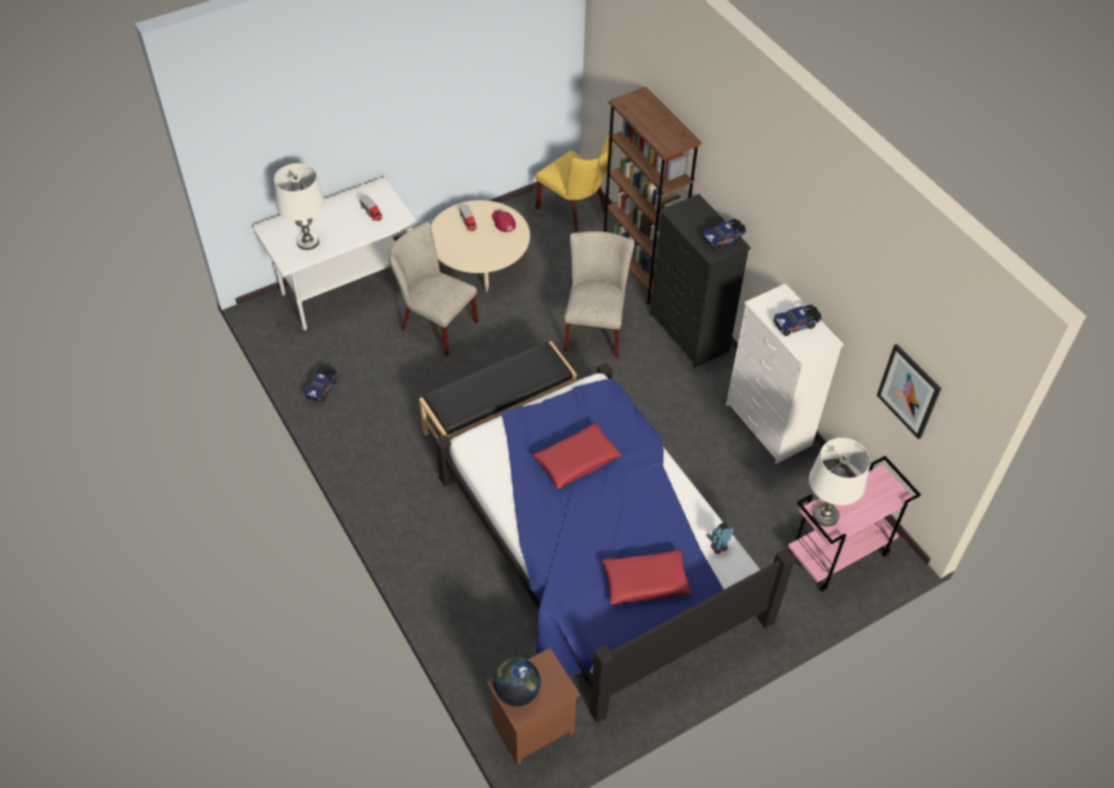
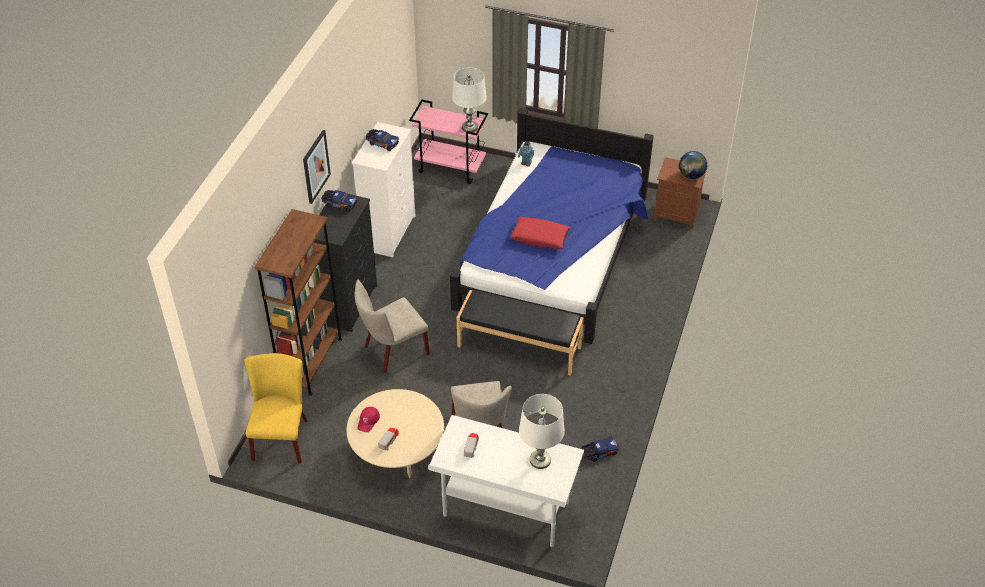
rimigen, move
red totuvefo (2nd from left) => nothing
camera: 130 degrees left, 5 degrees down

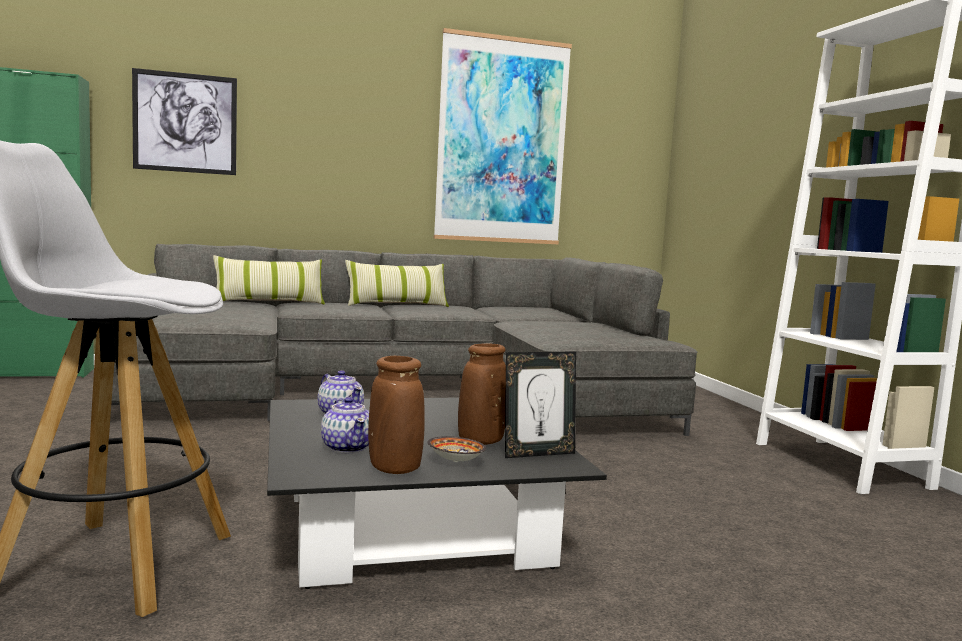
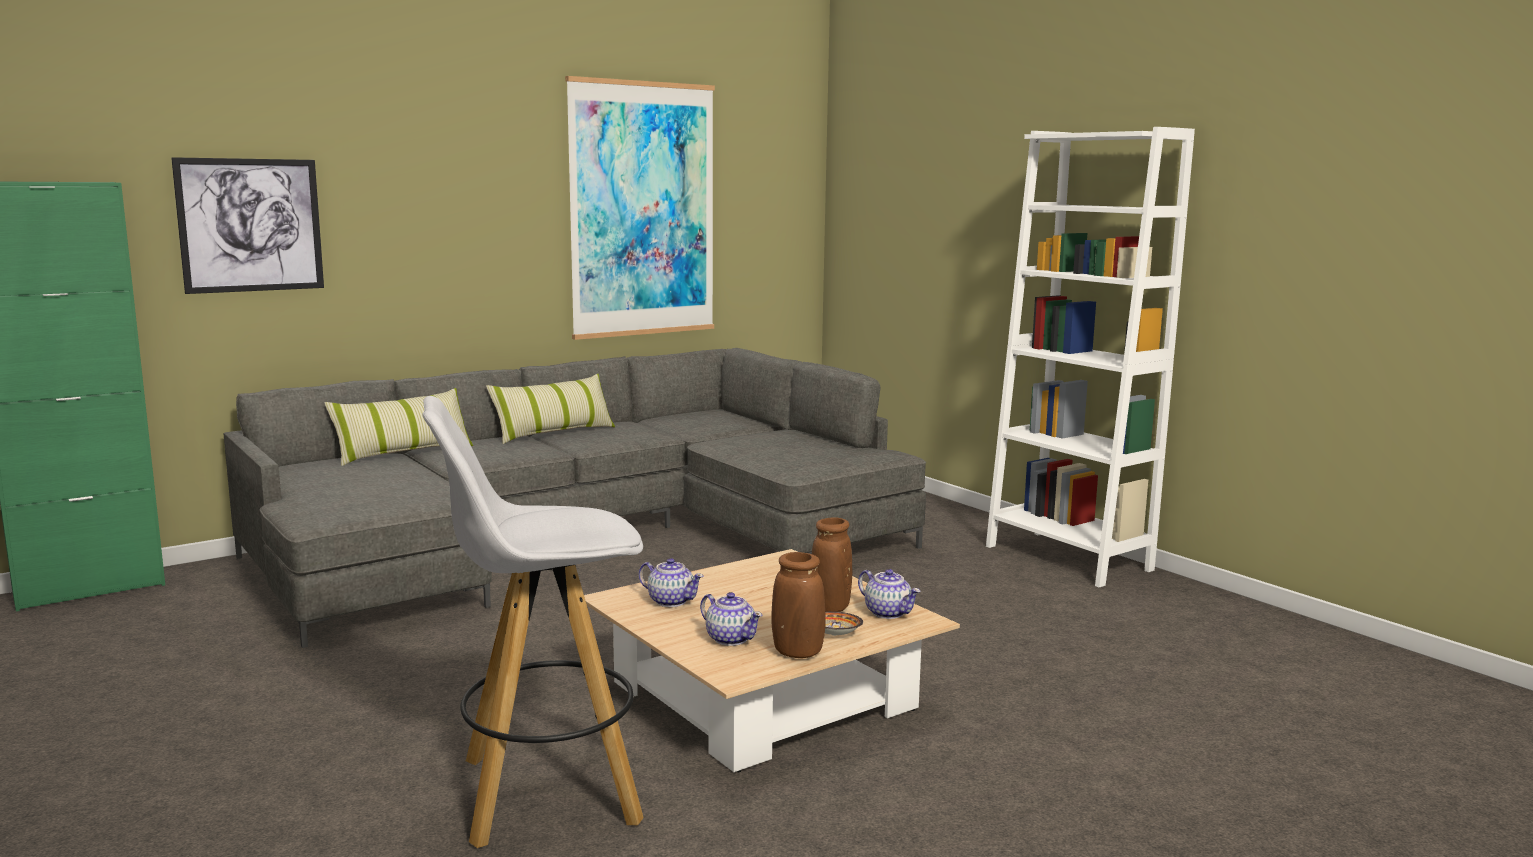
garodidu => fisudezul (3rd from left)
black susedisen => beige susedisen
camera: 20 degrees left, 5 degrees up

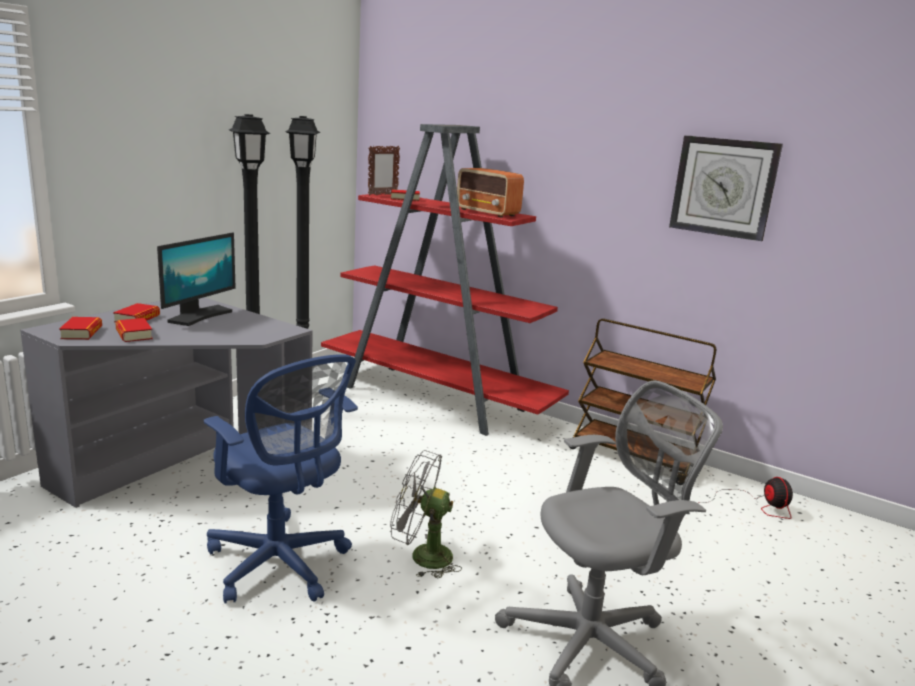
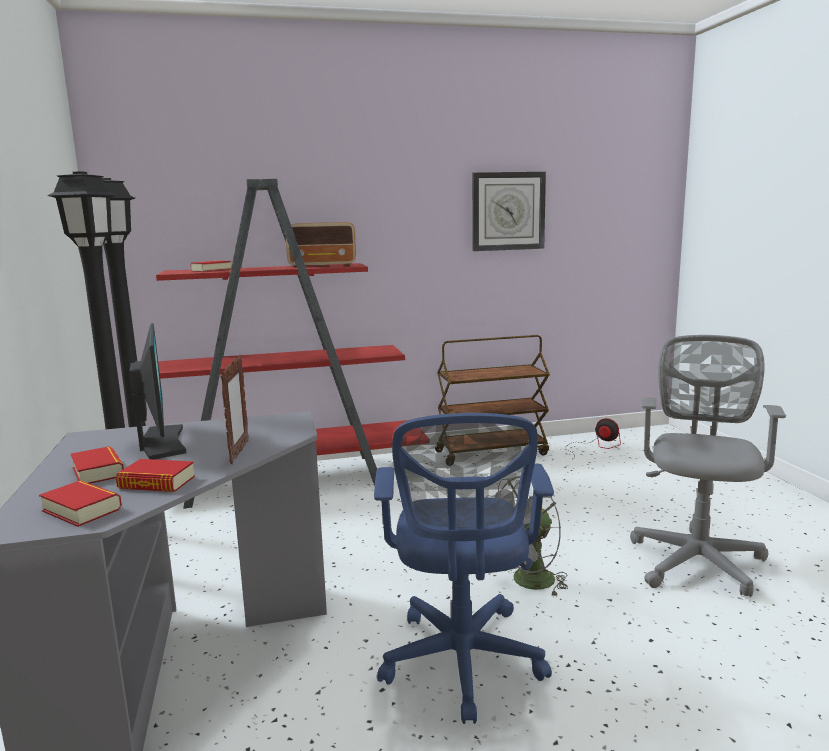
garodidu, move
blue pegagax, 90 degrees clockwise
camera: 45 degrees left, 5 degrees down

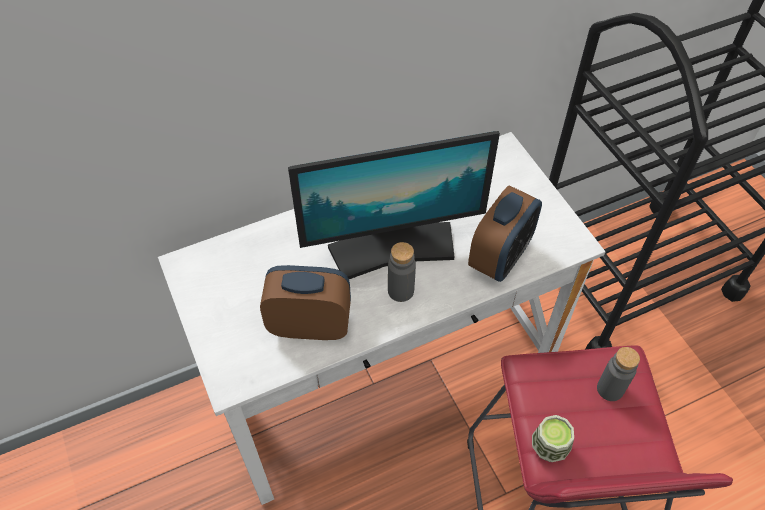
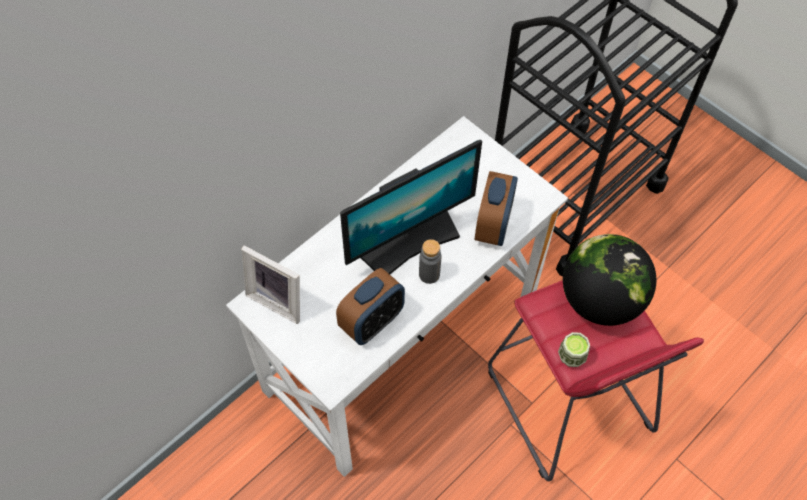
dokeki (1st from left), 150 degrees clockwise
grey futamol (2nd from left) => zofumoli
nothing => garodidu
camera: 20 degrees left, 5 degrees up

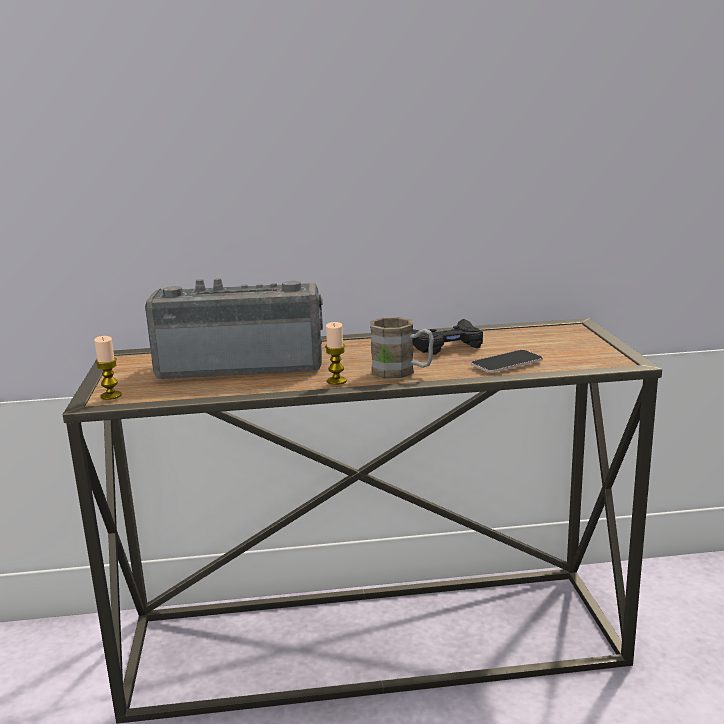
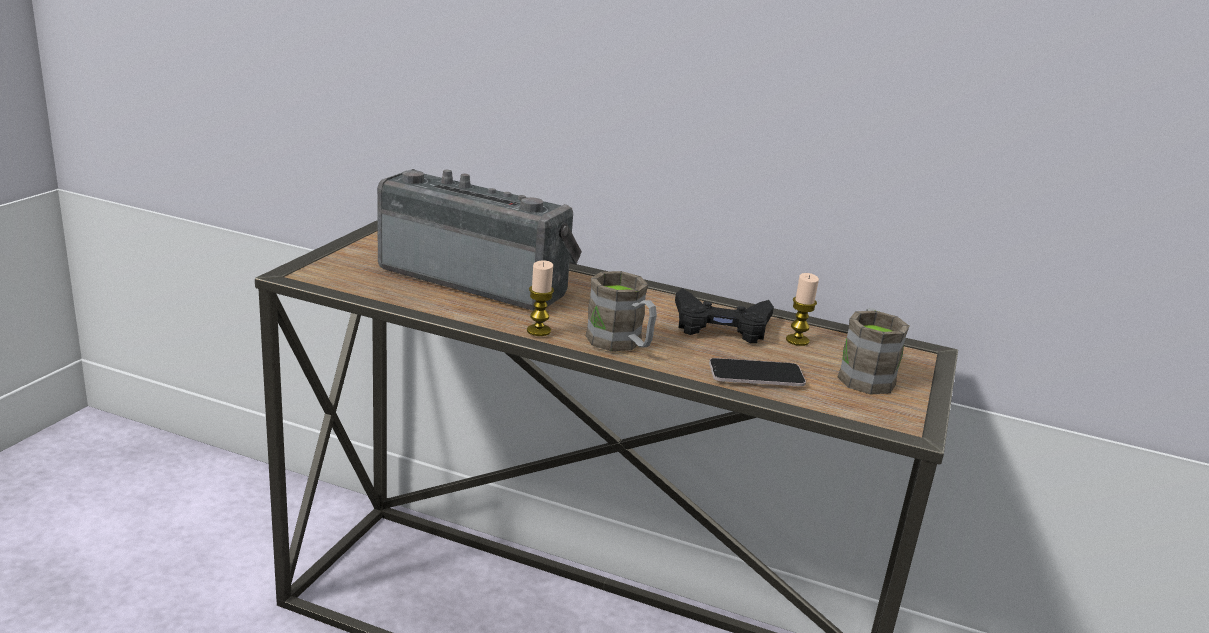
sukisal (1st from left in the first image) => sukisal (2nd from left), move
nothing => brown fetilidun (2nd from left)
camera: 25 degrees right, 5 degrees up

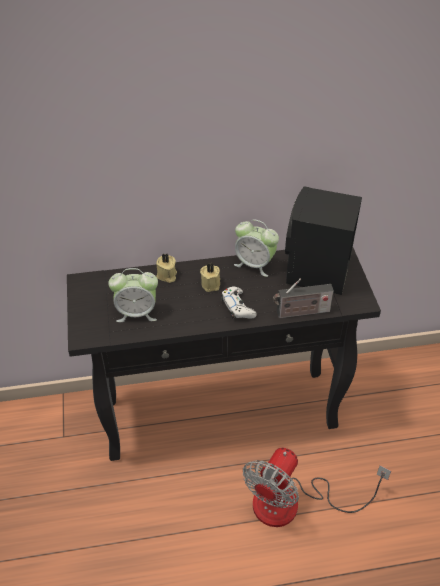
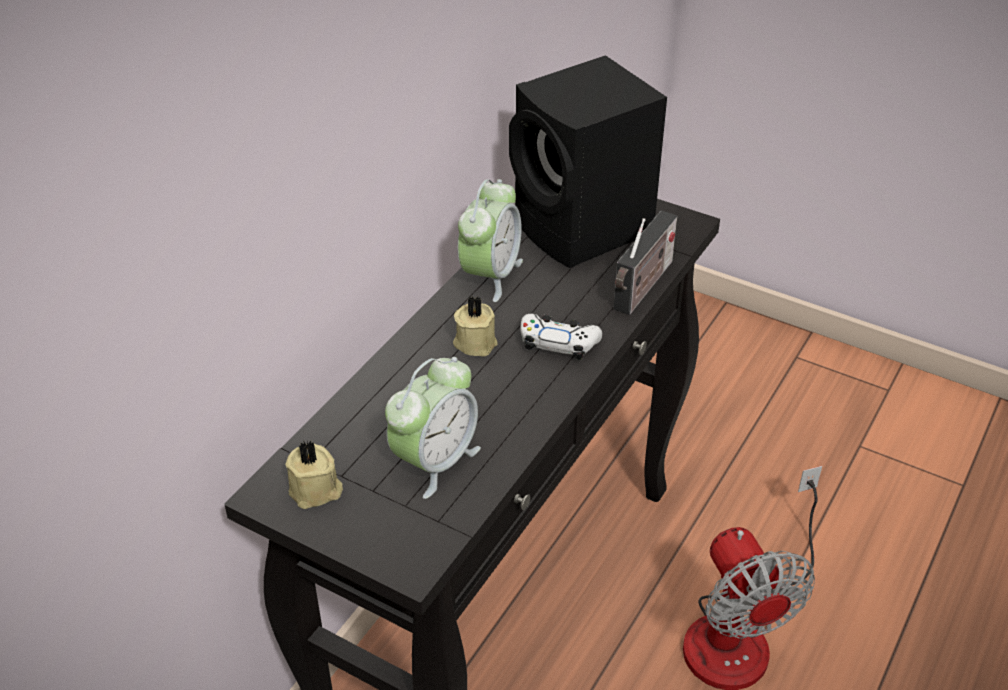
dokeki (2nd from left), 45 degrees counterclockwise
beige sukisal (1st from left), move
camera: 50 degrees left, 5 degrees down

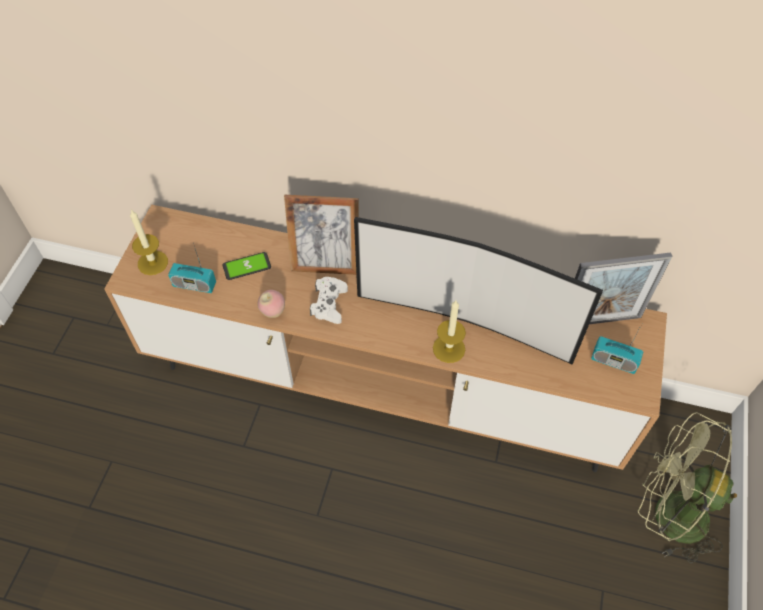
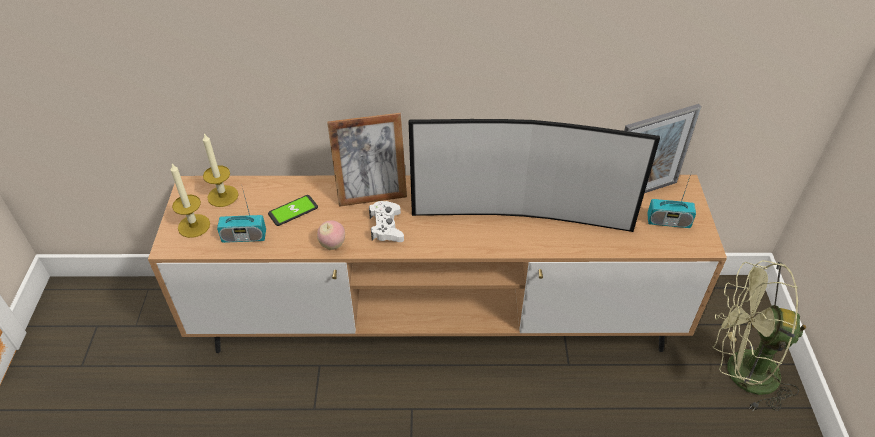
sukisal (2nd from left), move
camera: 15 degrees left, 10 degrees down

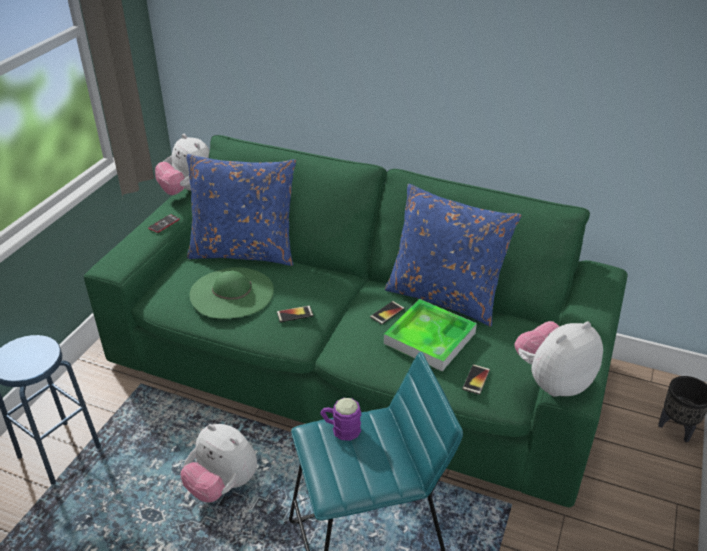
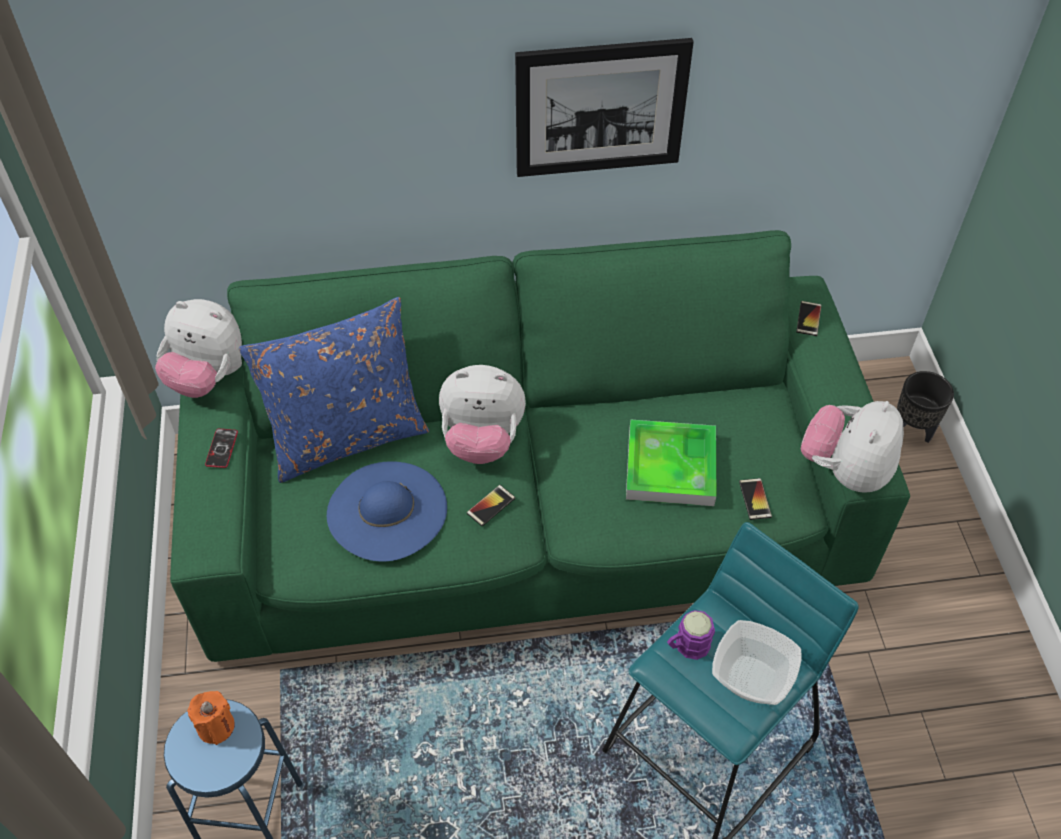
blue totuvefo (2nd from left) => nothing
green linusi => blue linusi
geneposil (3rd from left in the first image) => geneposil (4th from left), move
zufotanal (2nd from left), move
nothing => rimigen
nothing => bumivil
nothing => orange sukisal
camera: 30 degrees left, 15 degrees up

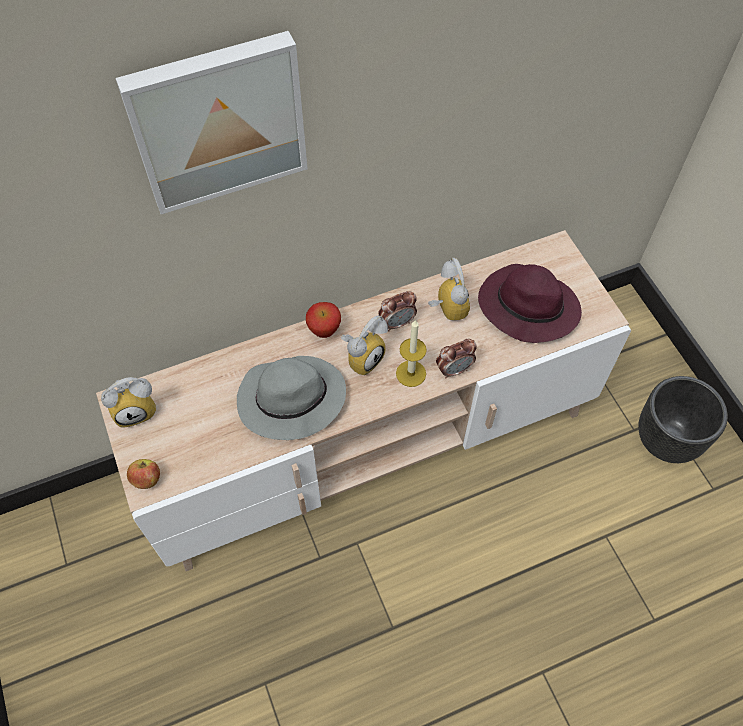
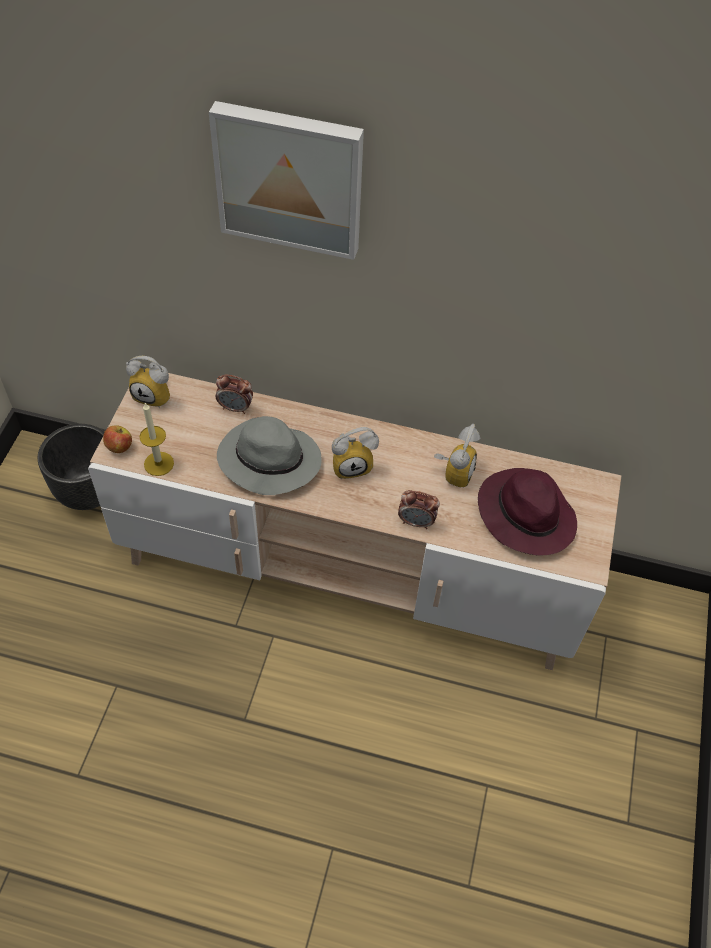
dokeki (3rd from left in the first image) => dokeki (2nd from left), move
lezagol (2nd from left) => nothing
sukisal, move
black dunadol, move
camera: 35 degrees right, 5 degrees down

